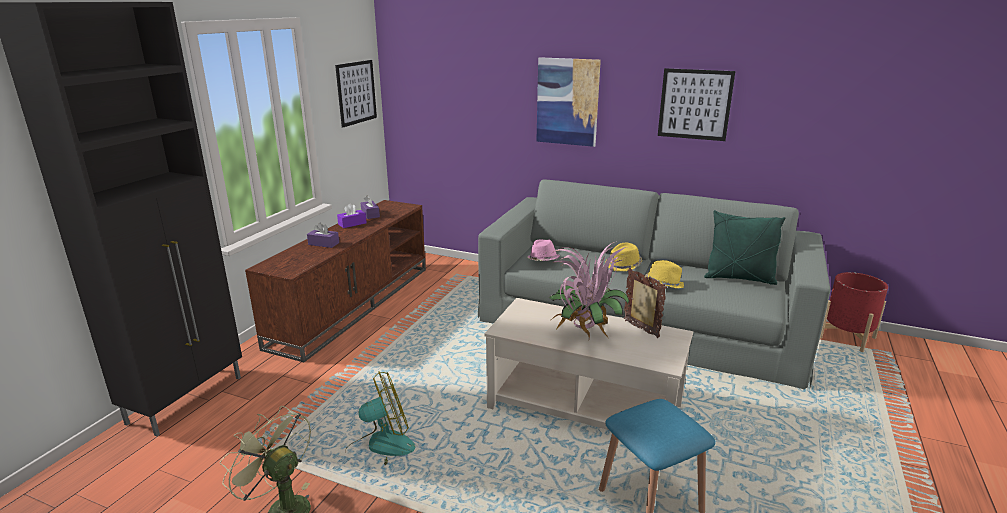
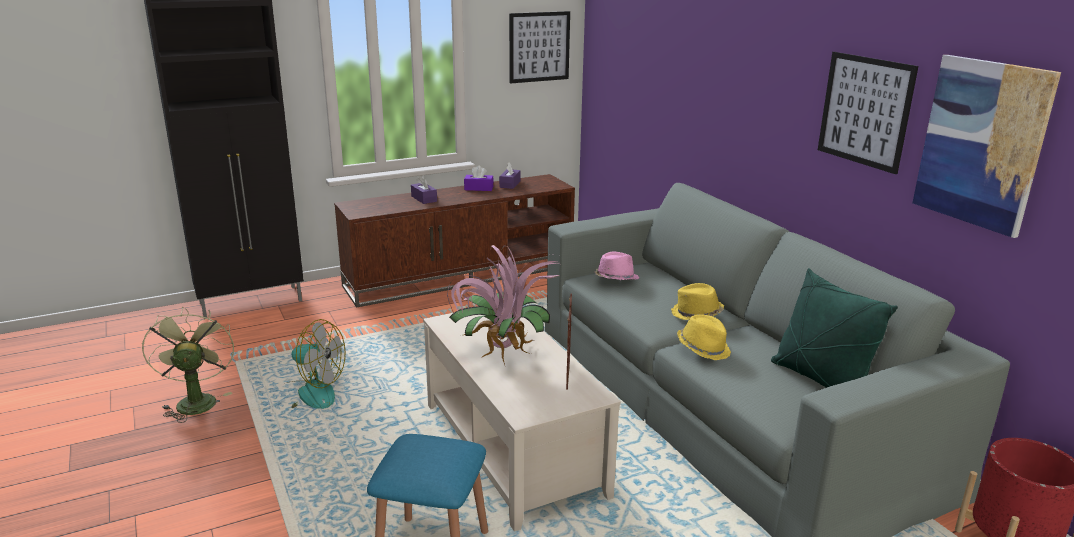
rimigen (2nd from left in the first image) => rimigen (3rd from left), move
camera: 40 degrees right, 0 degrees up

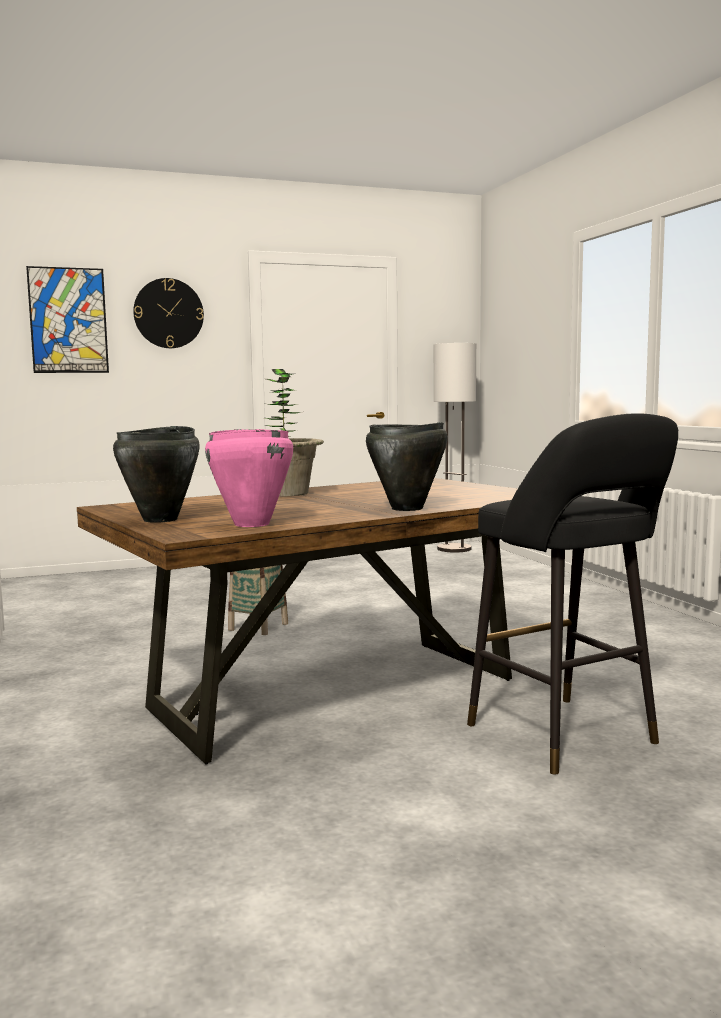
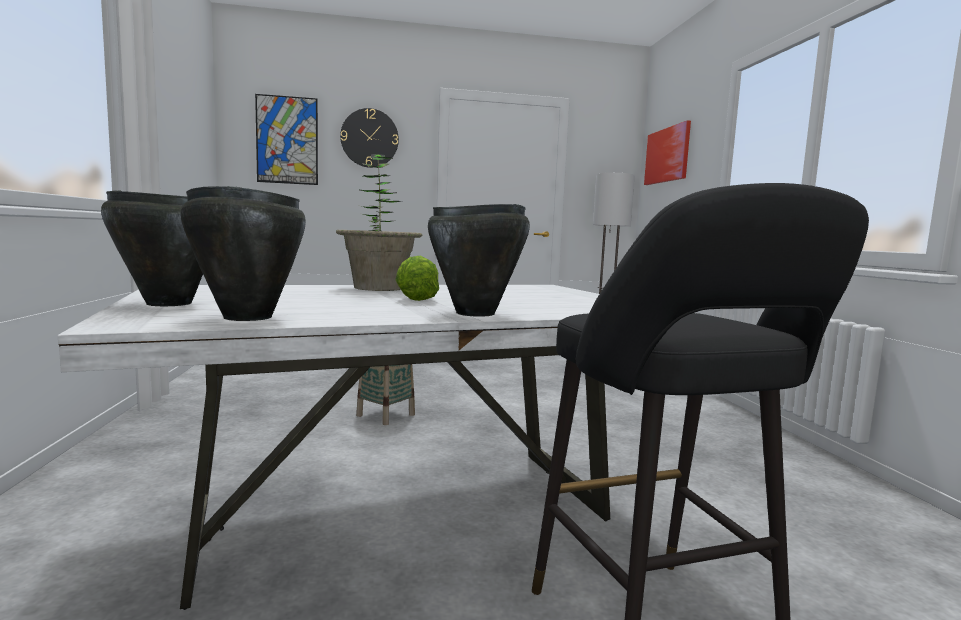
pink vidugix => black vidugix (2nd from left)
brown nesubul => white nesubul
nothing => rimigen (2nd from left)
nothing => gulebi
camera: 10 degrees right, 0 degrees up

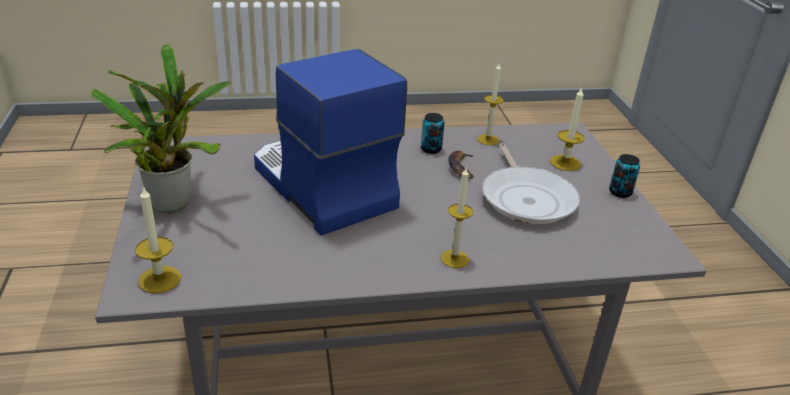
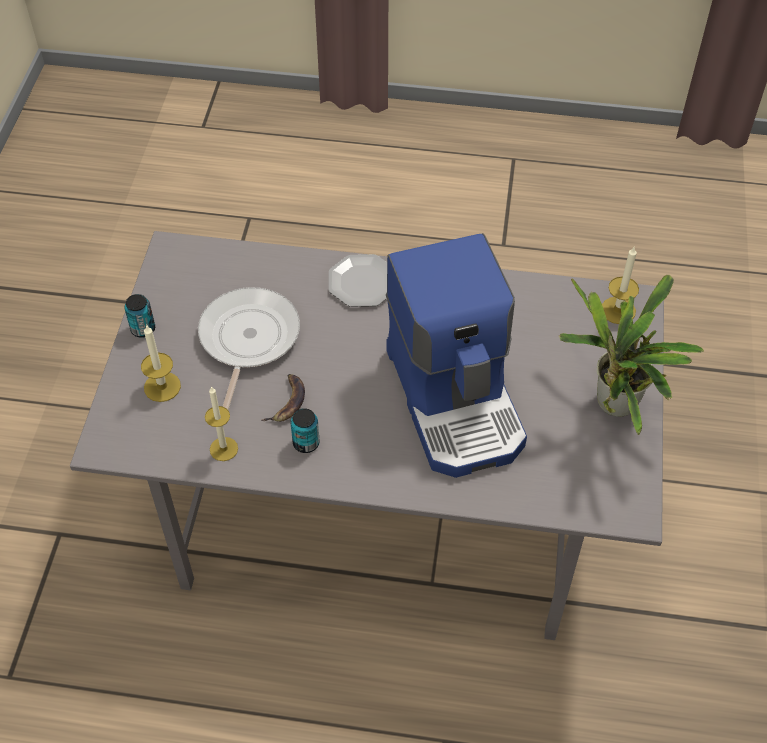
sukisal (2nd from left) => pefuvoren
camera: 160 degrees left, 20 degrees up

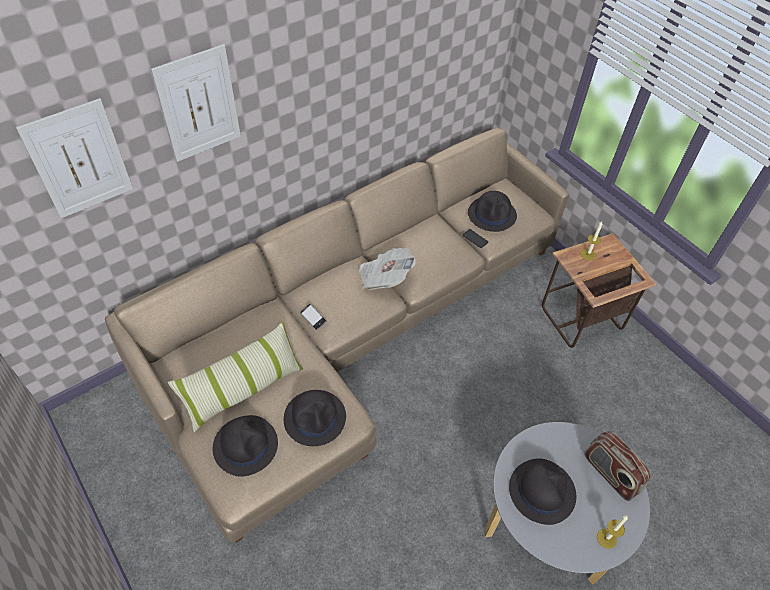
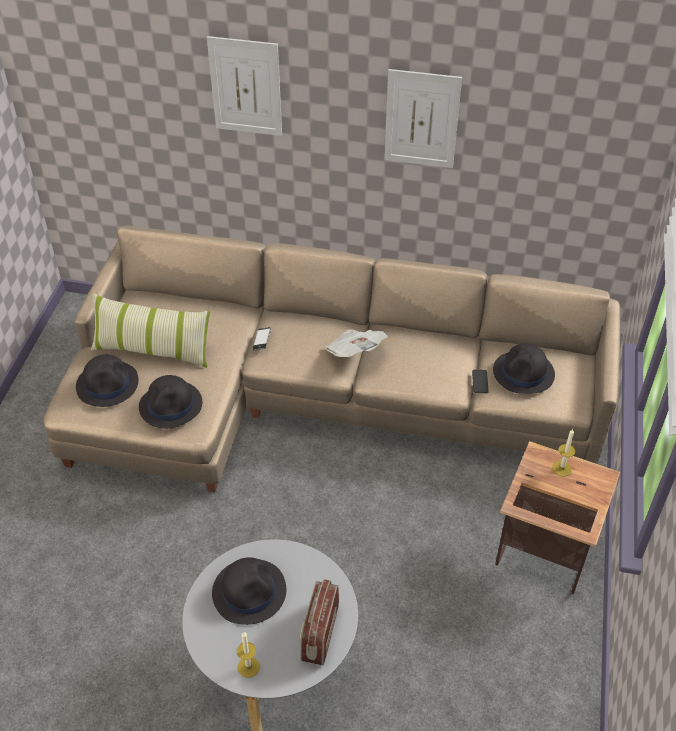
rimigen (1st from left in the first image) => rimigen (2nd from left), move
camera: 50 degrees right, 5 degrees down

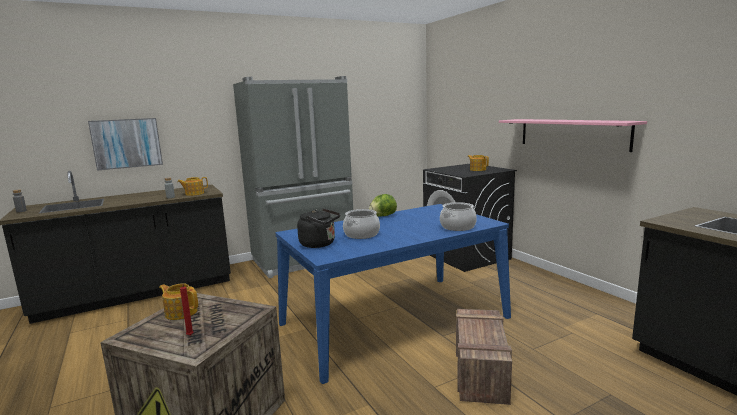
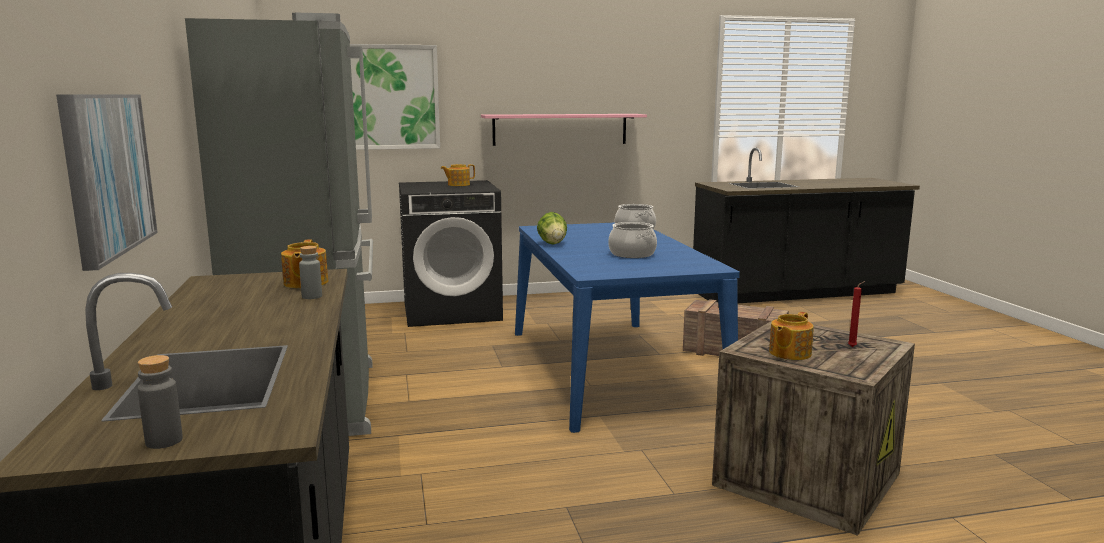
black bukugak => nothing
nothing => rimigen (2nd from left)
camera: 75 degrees left, 0 degrees up

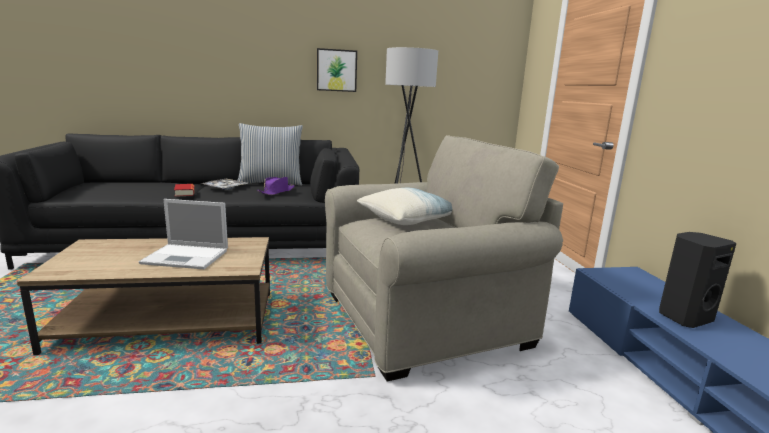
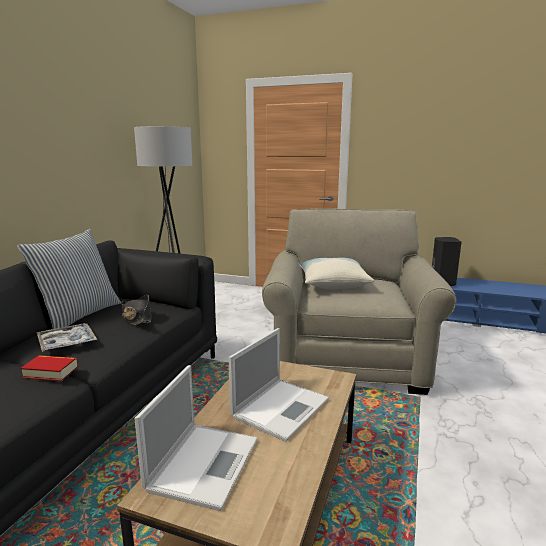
rimigen => nothing
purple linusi => black linusi
nothing => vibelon (1st from left)
camera: 60 degrees left, 0 degrees up

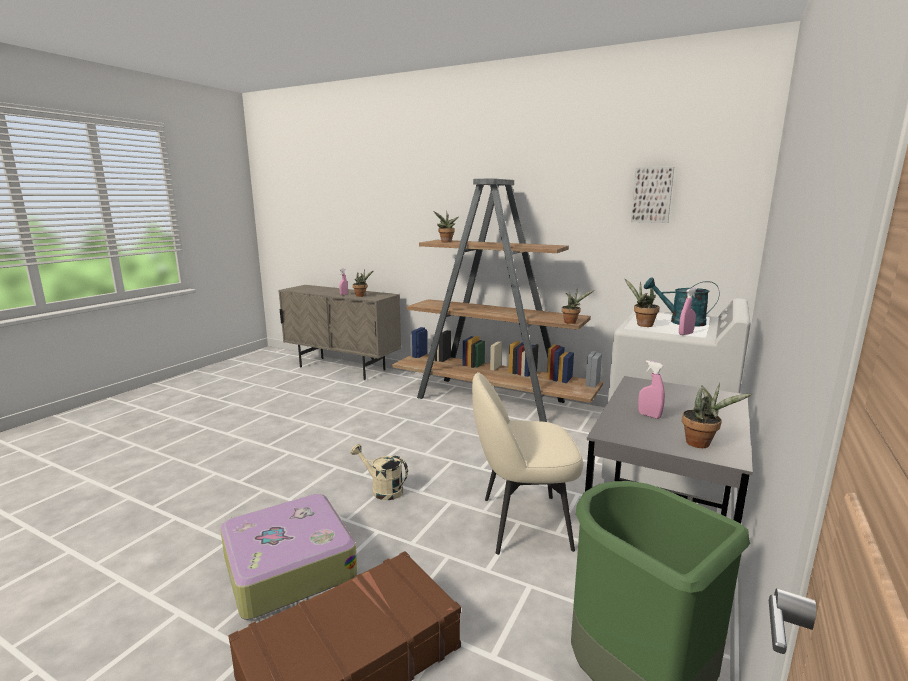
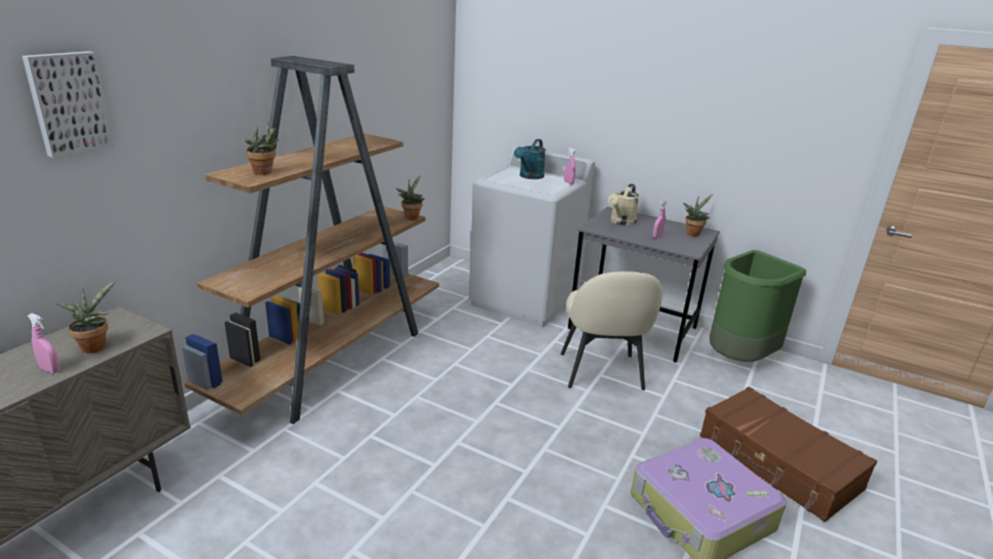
rimigen, move
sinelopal (4th from left) => nothing
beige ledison, move
camera: 90 degrees left, 10 degrees up

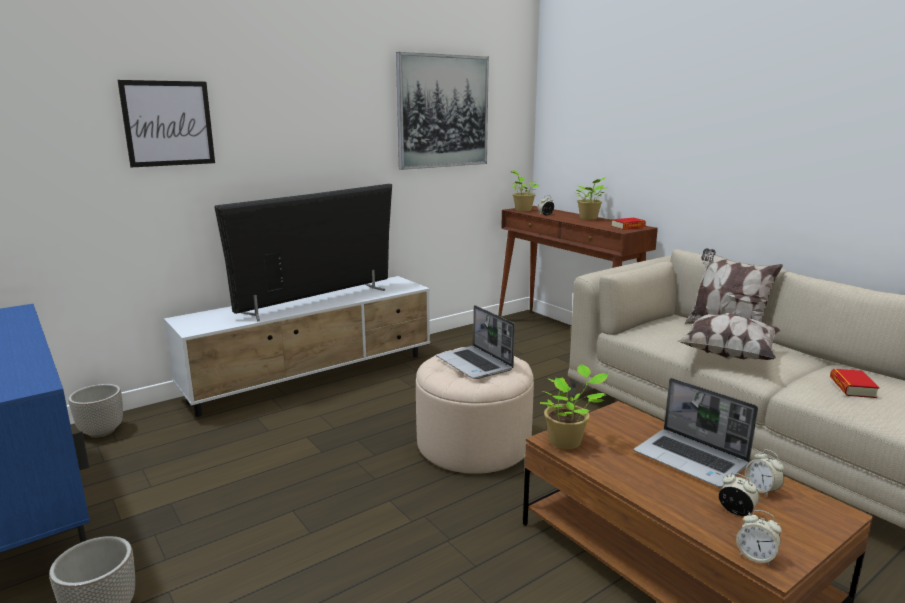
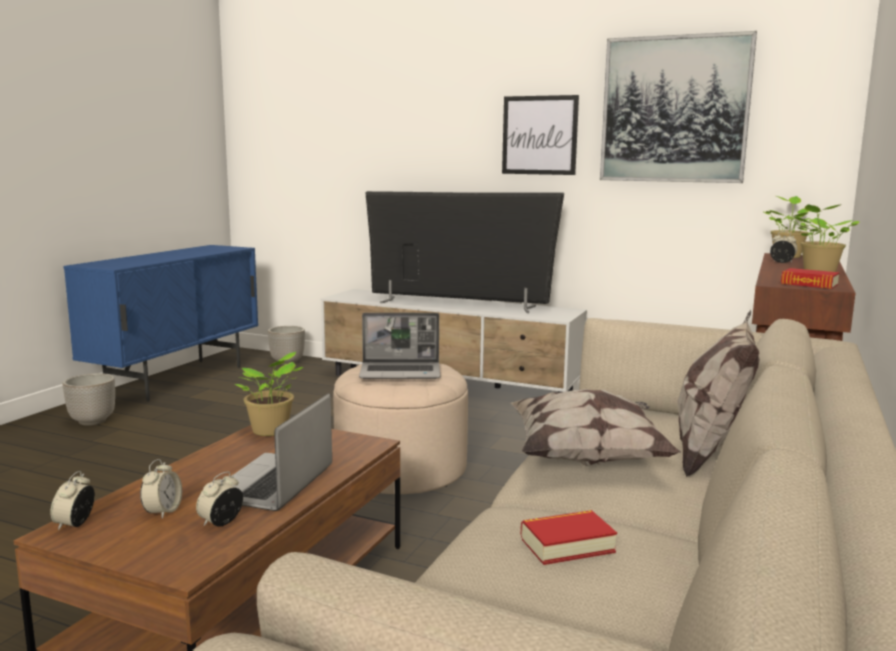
rimigen (1st from left), move
vibelon (1st from left in the first image) => vibelon (2nd from left), 120 degrees counterclockwise
camera: 60 degrees right, 5 degrees down

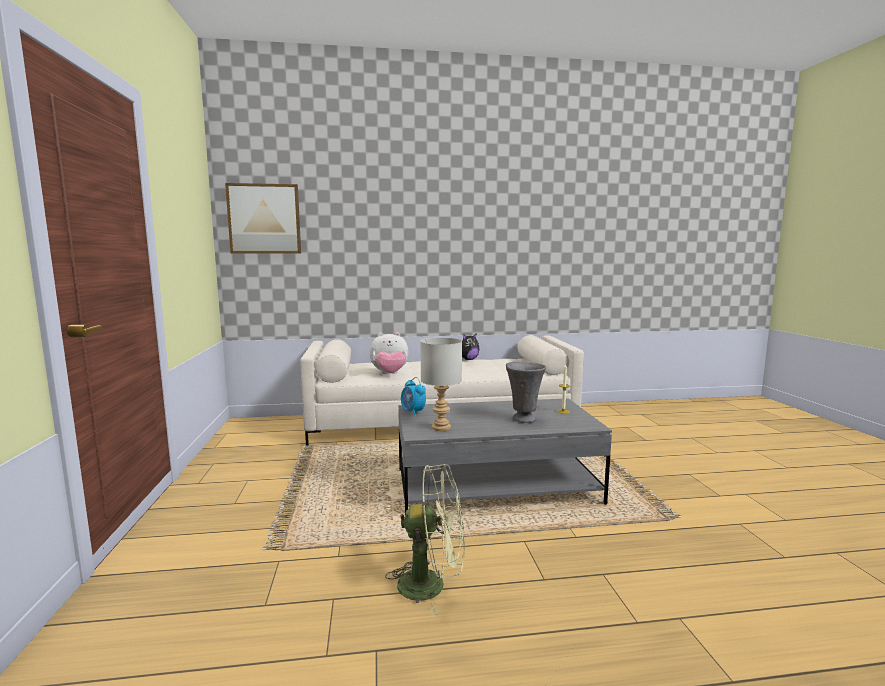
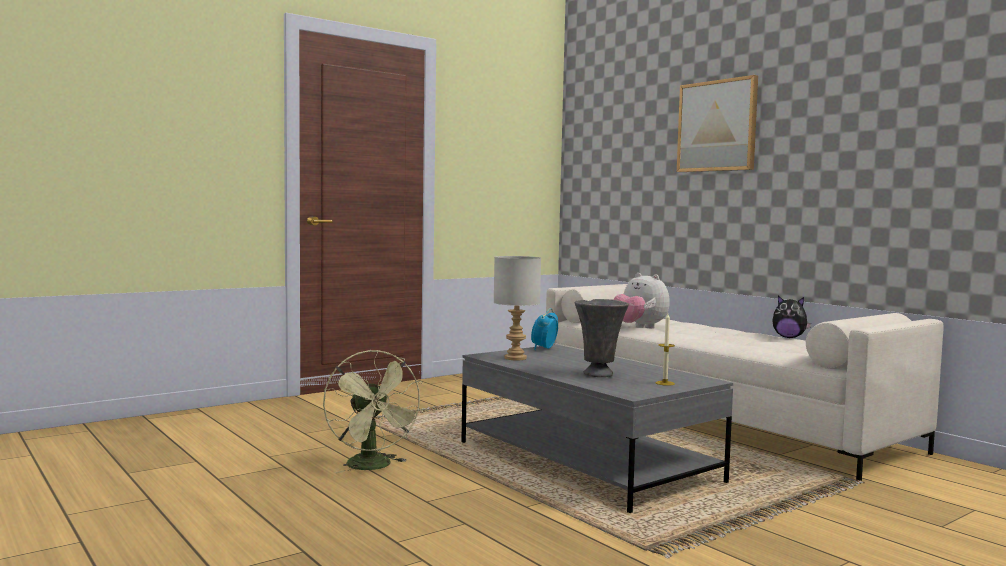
rimigen, move
camera: 60 degrees right, 5 degrees down

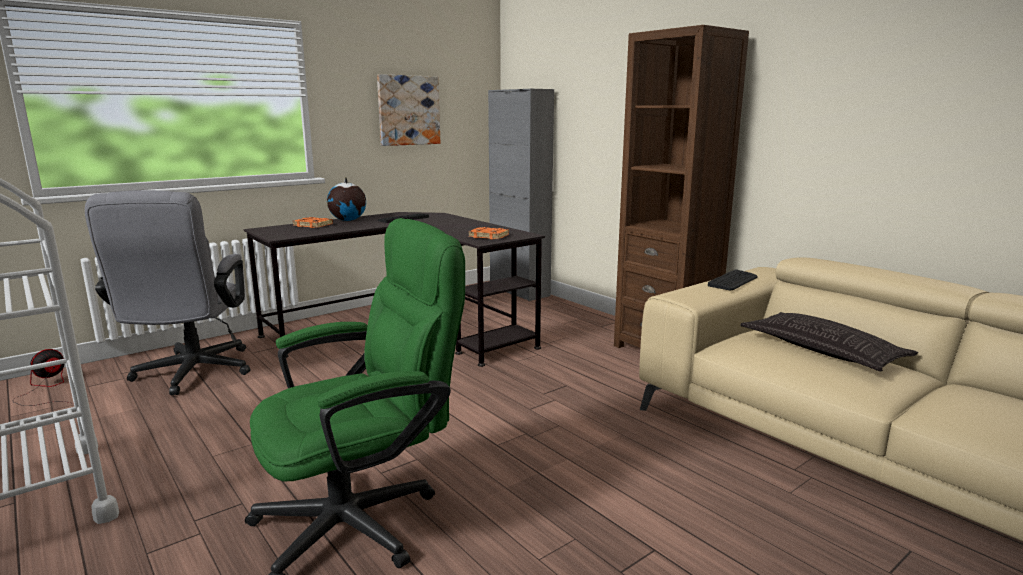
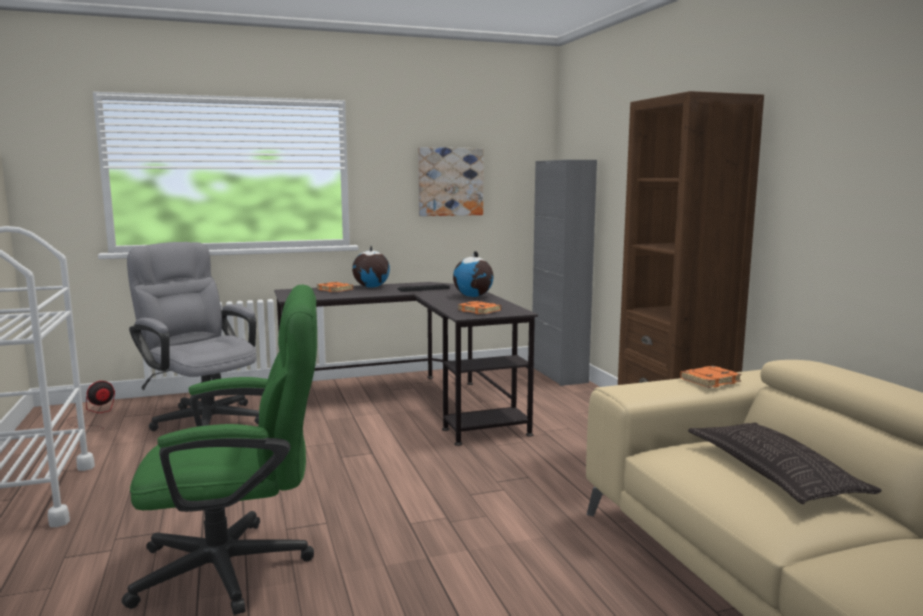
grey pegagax, 120 degrees clockwise
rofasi (2nd from left) => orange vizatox (3rd from left)
nothing => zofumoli (2nd from left)
camera: 20 degrees right, 5 degrees down

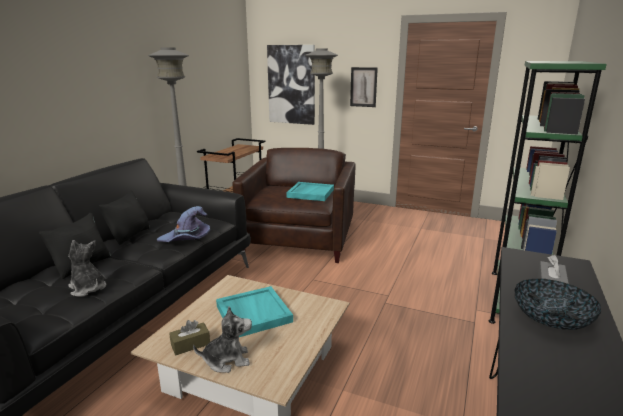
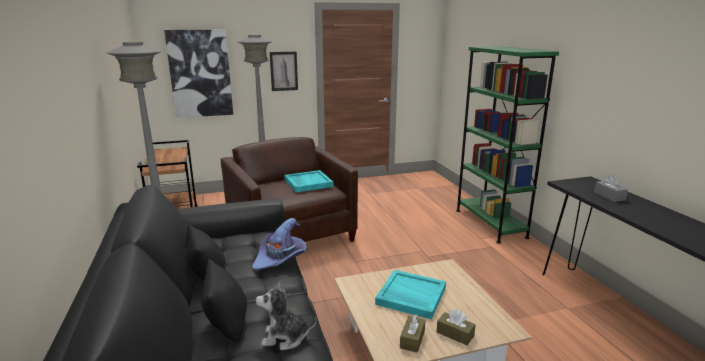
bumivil => nothing
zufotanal (2nd from left) => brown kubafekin (2nd from left)
camera: 40 degrees left, 0 degrees up

